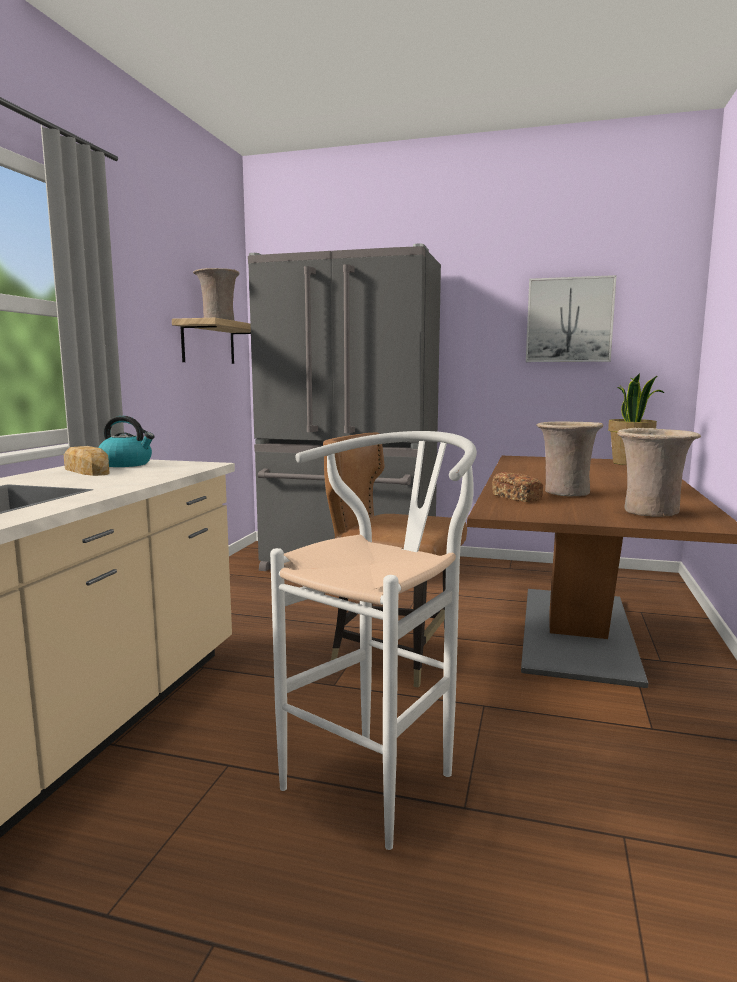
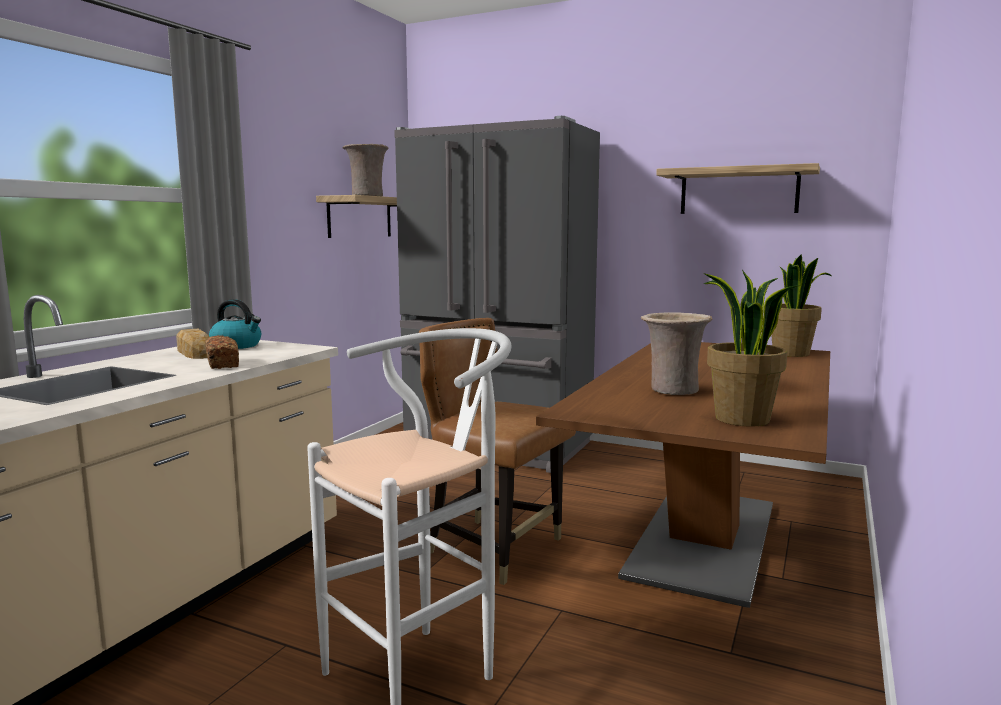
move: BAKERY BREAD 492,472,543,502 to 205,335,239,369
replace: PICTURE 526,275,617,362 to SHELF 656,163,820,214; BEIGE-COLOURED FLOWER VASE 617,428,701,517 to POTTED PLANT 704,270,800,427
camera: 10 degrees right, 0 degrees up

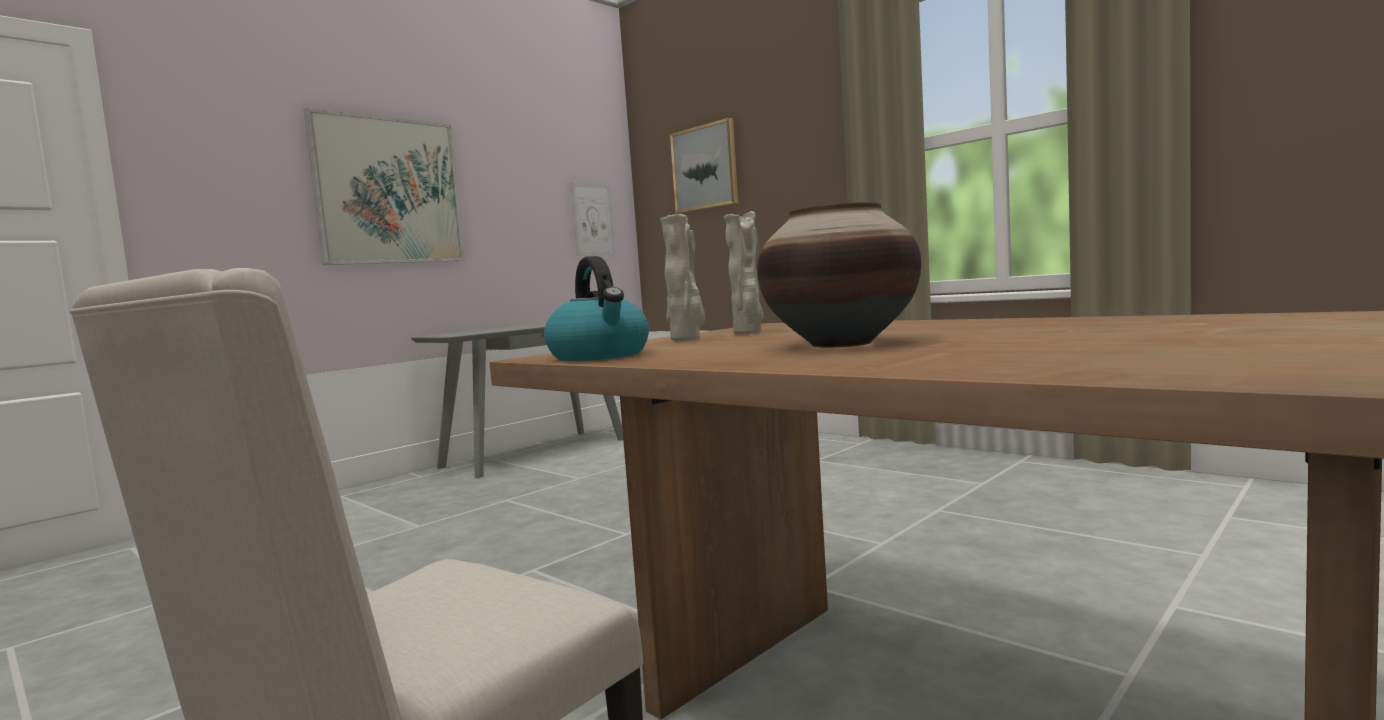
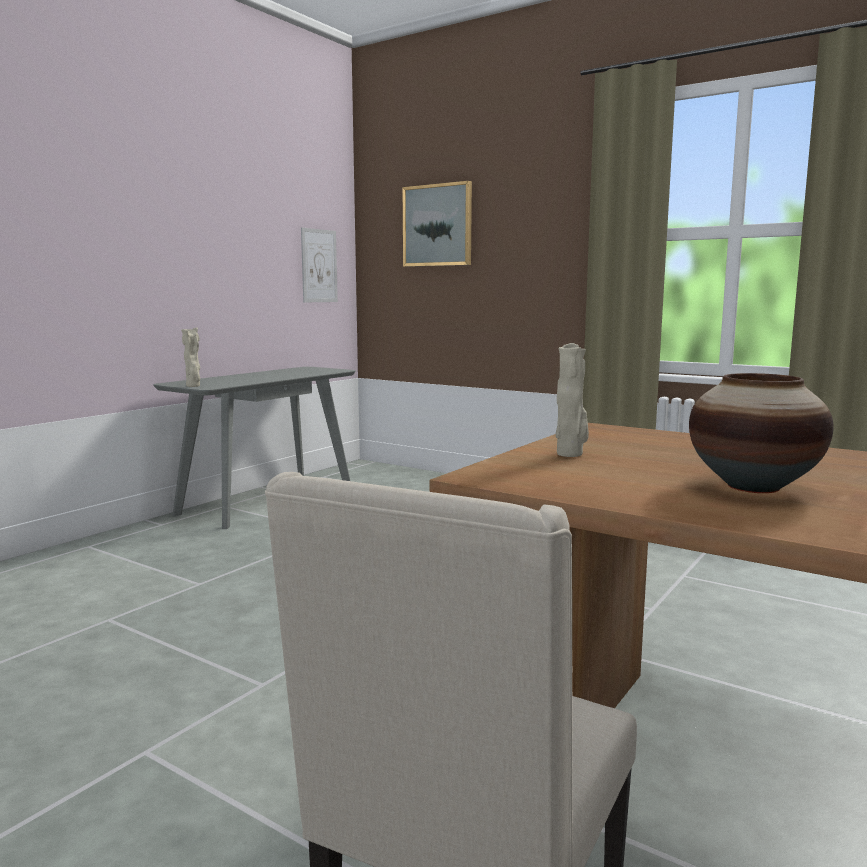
delete: PICTURE 304,108,465,265; KETTLE 544,256,649,361
move: BEIGE-COLOURED FLOWER VASE 724,211,764,334 to 181,327,200,387
camera: 10 degrees left, 5 degrees up

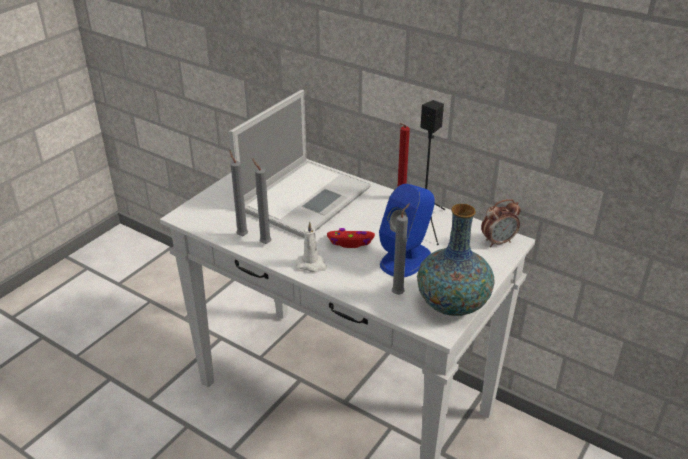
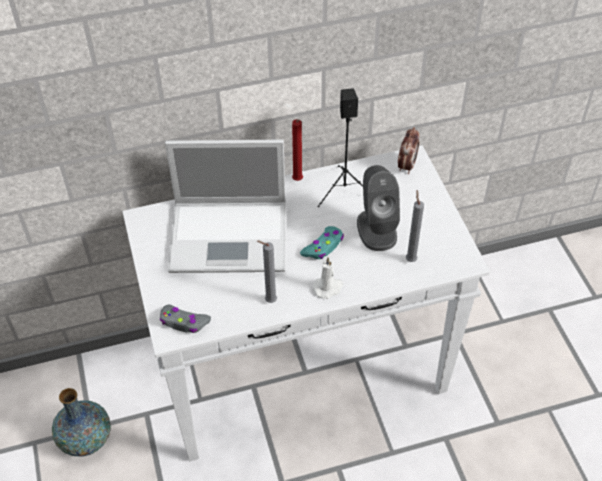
delete: GREY CANDLE 230,151,248,236
insert: GREY JOYPAD 159,305,211,333
move: FLOWER VASE 417,204,494,316 to 52,388,111,457
recolor: RED-COLOURED JOYPAD 327,228,375,248 to TURQUOISE JOYPAD 300,226,344,259; BLUE SPEAKER 379,184,435,277 to GREY SPEAKER 357,165,400,251
rotate: LAPTOP 229,90,371,238 = 165,140,286,273 105 degrees clockwise
camera: 50 degrees left, 15 degrees up

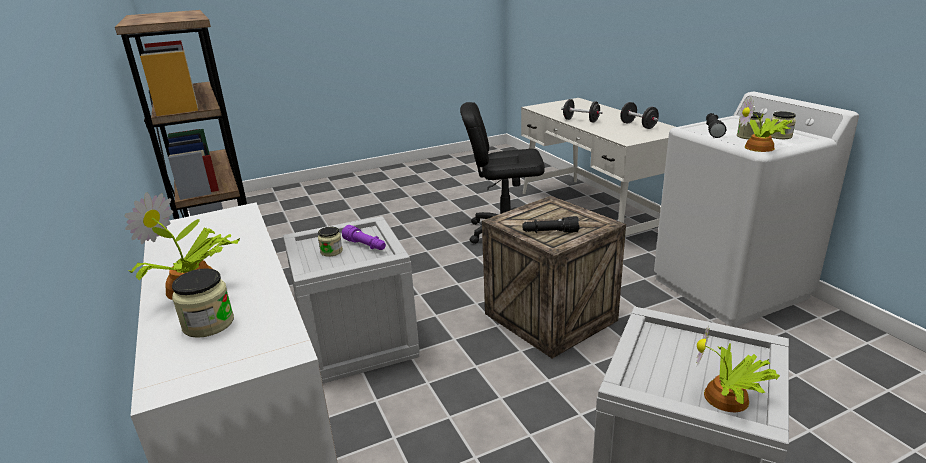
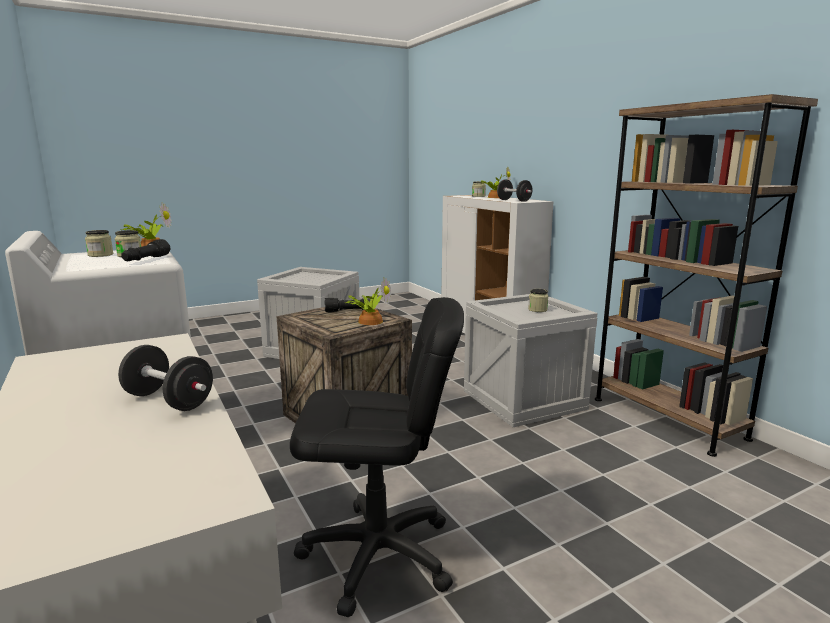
delete: PURPLE-COLOURED TORCH 342,225,386,250
move: BLACK HAND WEIGHT 620,102,659,129 to 497,180,532,202; POTTED PLANT 696,325,780,412 to 346,278,391,325
camera: 175 degrees right, 10 degrees down

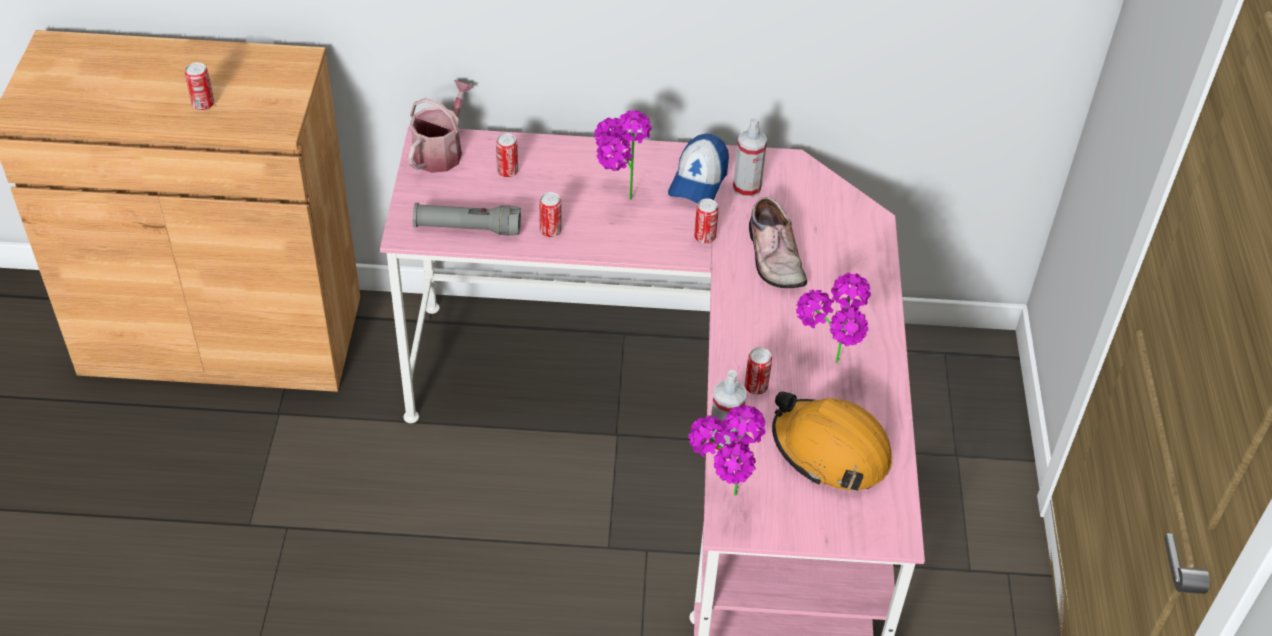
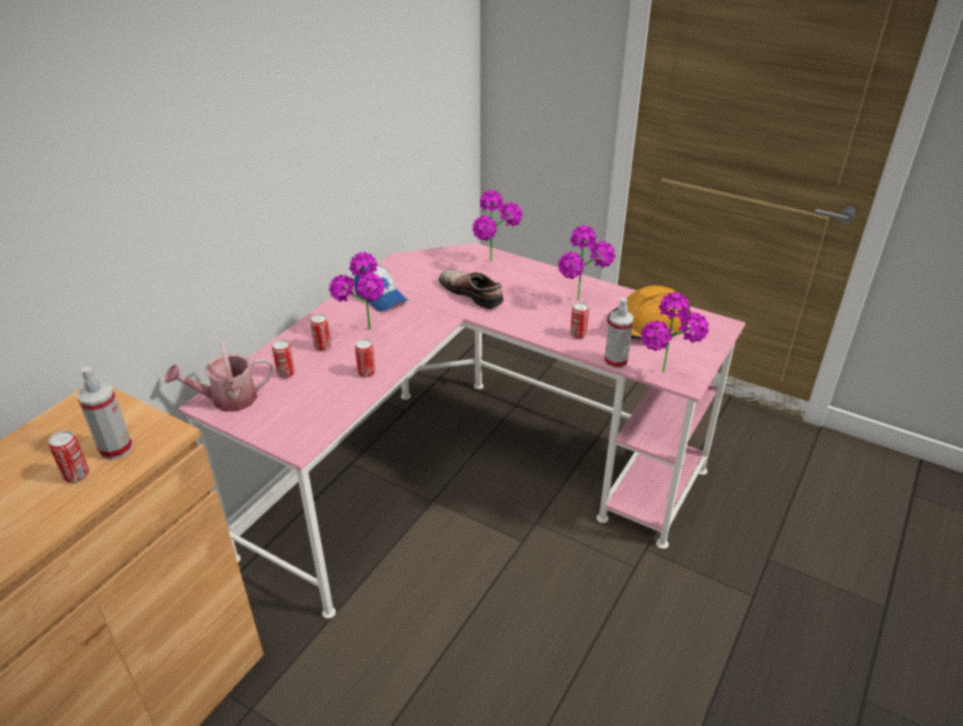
delete: GREY TORCH 413,203,521,236
insert: POTTED PLANT 472,190,523,262
move: SEALED CAN 694,198,719,244 to 310,314,331,351; HAND SPRAYER 733,117,767,198 to 77,366,133,460
rotate: SPRINKLING CAN 408,80,474,173 = 165,342,274,412 75 degrees counterclockwise; LOW SHOE 749,197,807,288 = 439,270,504,309 150 degrees counterclockwise
camera: 60 degrees left, 10 degrees down

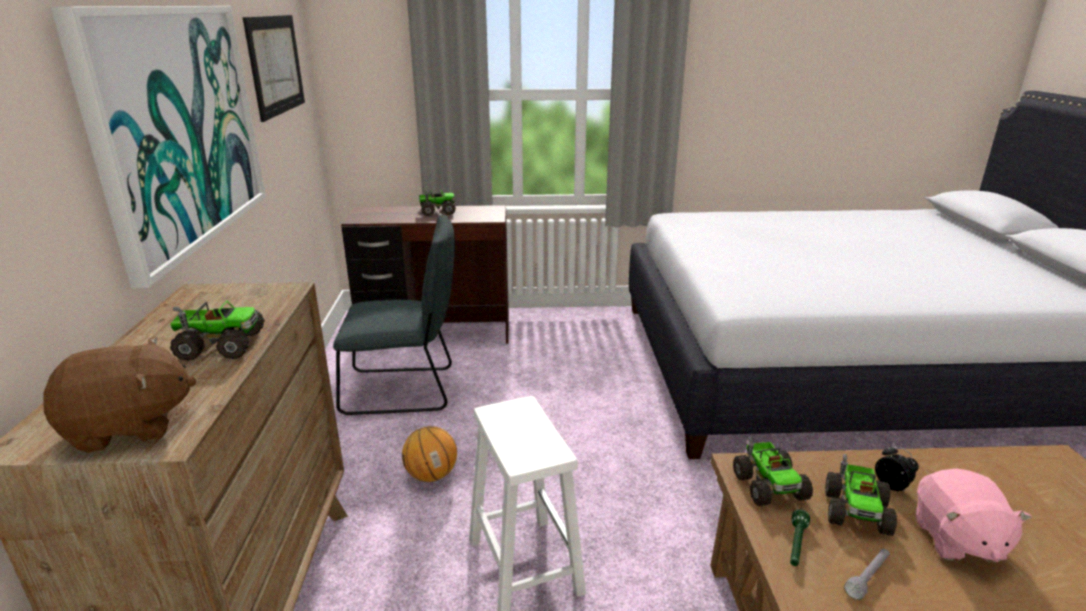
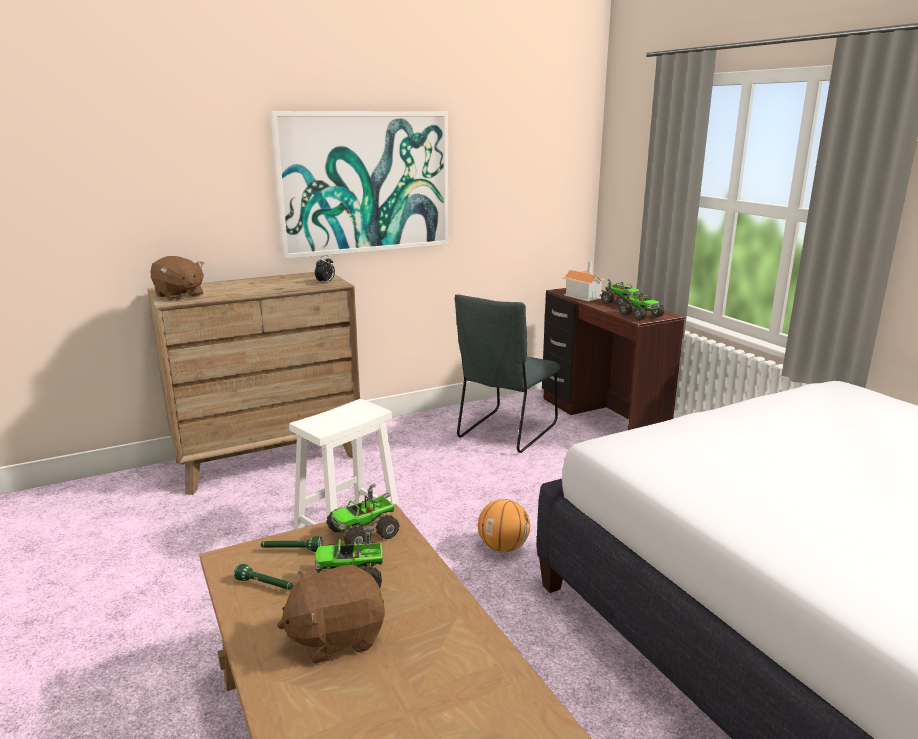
delete: PICTURE 243,15,305,122
insert: TOY HOUSE 563,261,605,301
move: TOY LORRY 170,301,265,361 to 619,289,665,320; BALL FOR BASKETBALL 402,426,457,482 to 478,499,530,552; ALARM CLOCK 875,445,919,492 to 315,255,335,283
recolor: GREY TORCH 844,549,889,600 to GREEN TORCH 234,563,294,590; PINK CUDDLY TOY 916,469,1032,562 to BROWN CUDDLY TOY 277,565,385,664
rotate: GREY UPRIGHT CHAIR 333,215,455,415 = 455,294,560,453 60 degrees clockwise
camera: 65 degrees right, 5 degrees down

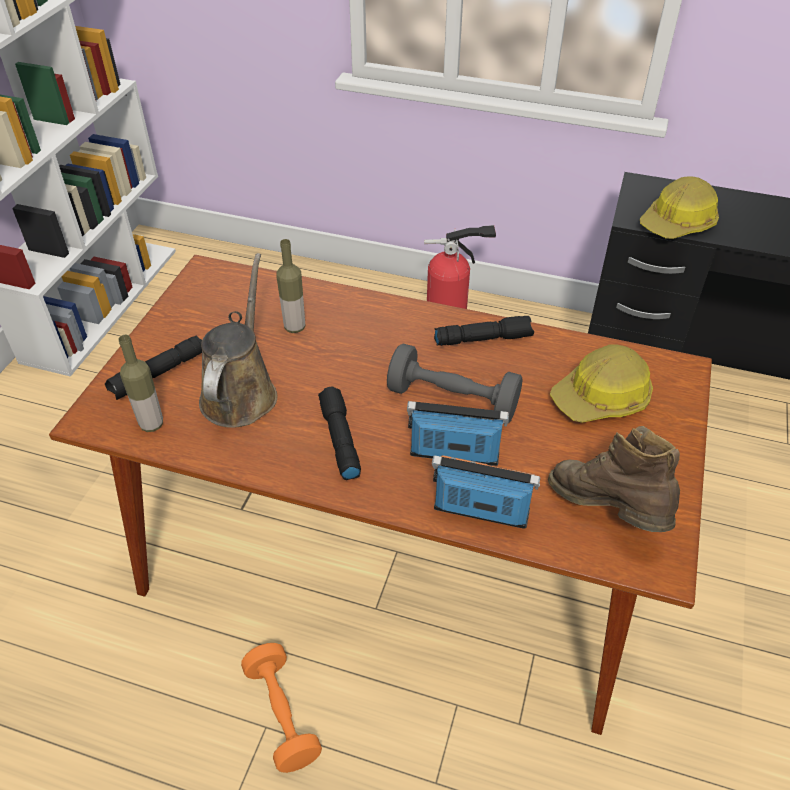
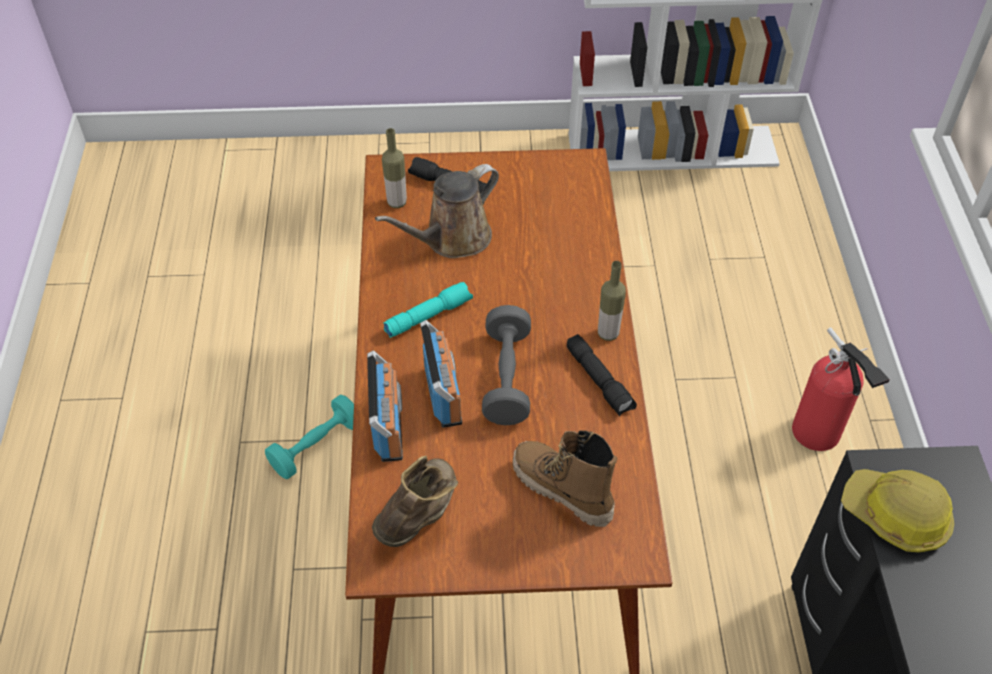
move: BEVERAGE BOTTLE 276,239,305,333 to 598,261,626,341
replace: HARD HAT 550,345,653,423 to HIGH-TOP BOOT 513,430,617,527
recolor: ORANGEY HAND WEIGHT 241,643,322,773 to TURQUOISE HAND WEIGHT 265,395,354,479; BLACK TORCH 318,387,361,480 to TURQUOISE TORCH 383,282,473,338
rotate: BROWN SPRINKLING CAN 199,253,277,428 = 375,164,499,258 150 degrees clockwise
camera: 70 degrees right, 5 degrees up

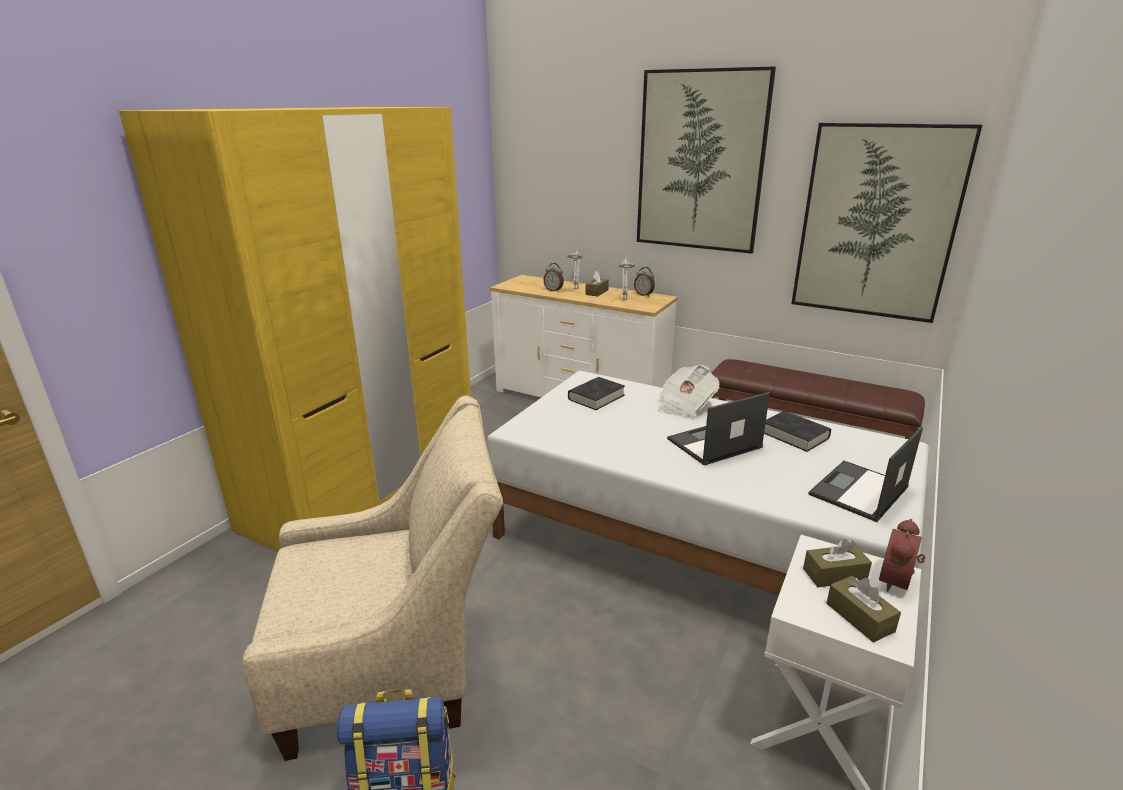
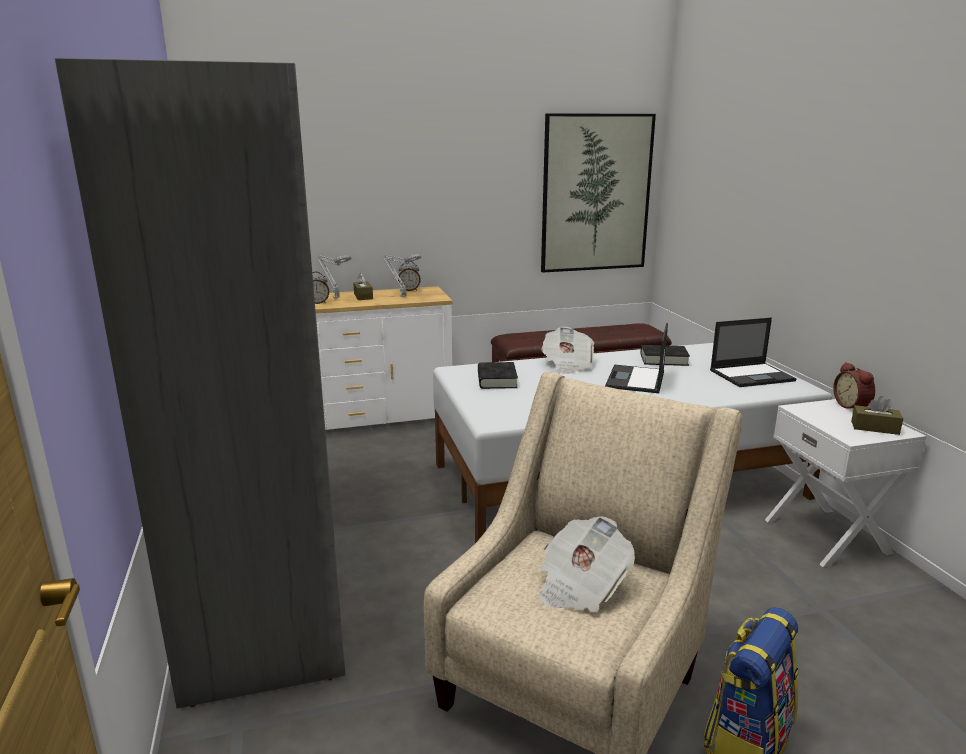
delete: PICTURE 637,66,776,254; BROWN BOX OF TISSUES 803,539,872,587
insert: NEWSPAPER 538,516,635,612
recolor: YELLOW-COLOURED WARDROBE 119,107,471,552 to GREY WARDROBE 55,58,345,708
rotate: LAPTOP 809,427,923,522 = 710,318,796,387 105 degrees counterclockwise
camera: 45 degrees left, 5 degrees down

